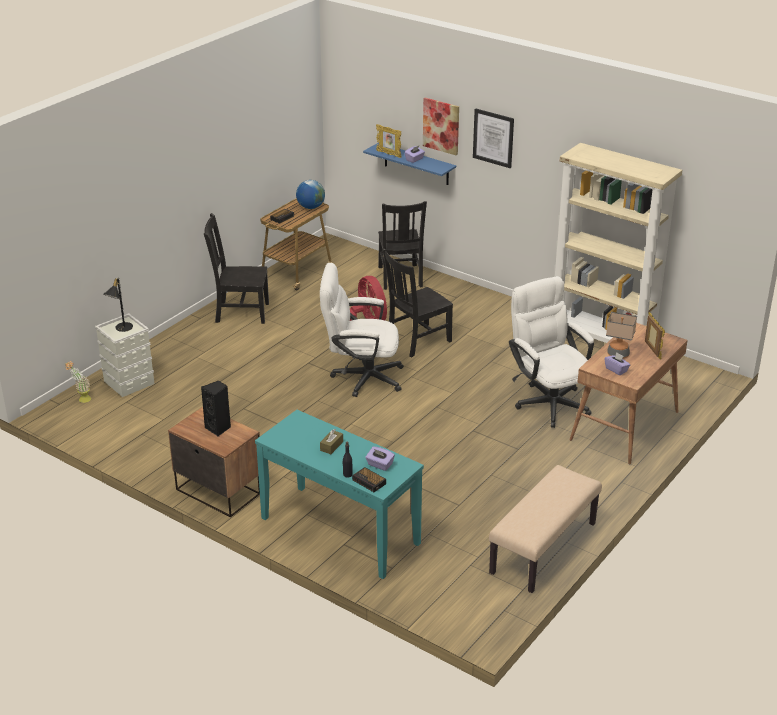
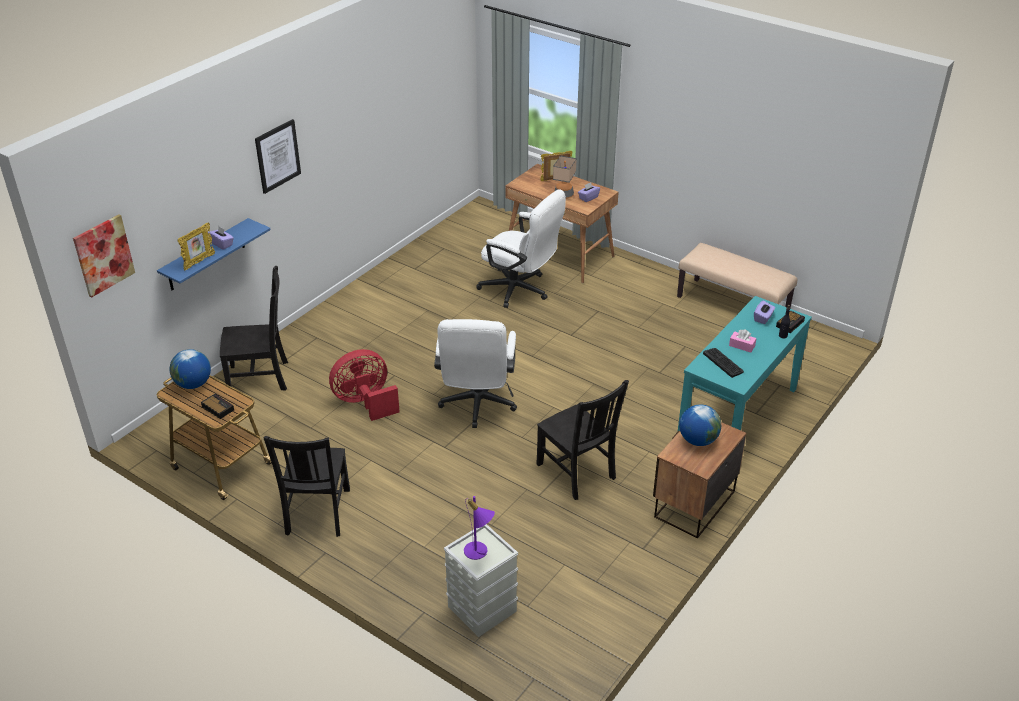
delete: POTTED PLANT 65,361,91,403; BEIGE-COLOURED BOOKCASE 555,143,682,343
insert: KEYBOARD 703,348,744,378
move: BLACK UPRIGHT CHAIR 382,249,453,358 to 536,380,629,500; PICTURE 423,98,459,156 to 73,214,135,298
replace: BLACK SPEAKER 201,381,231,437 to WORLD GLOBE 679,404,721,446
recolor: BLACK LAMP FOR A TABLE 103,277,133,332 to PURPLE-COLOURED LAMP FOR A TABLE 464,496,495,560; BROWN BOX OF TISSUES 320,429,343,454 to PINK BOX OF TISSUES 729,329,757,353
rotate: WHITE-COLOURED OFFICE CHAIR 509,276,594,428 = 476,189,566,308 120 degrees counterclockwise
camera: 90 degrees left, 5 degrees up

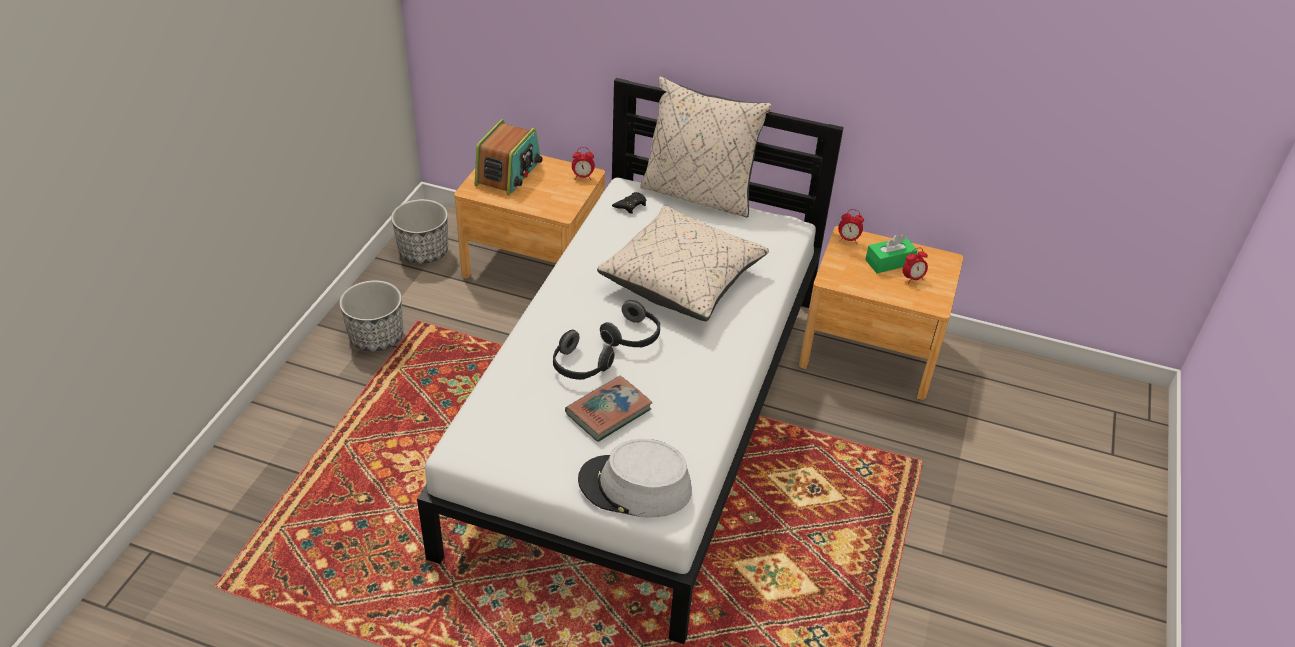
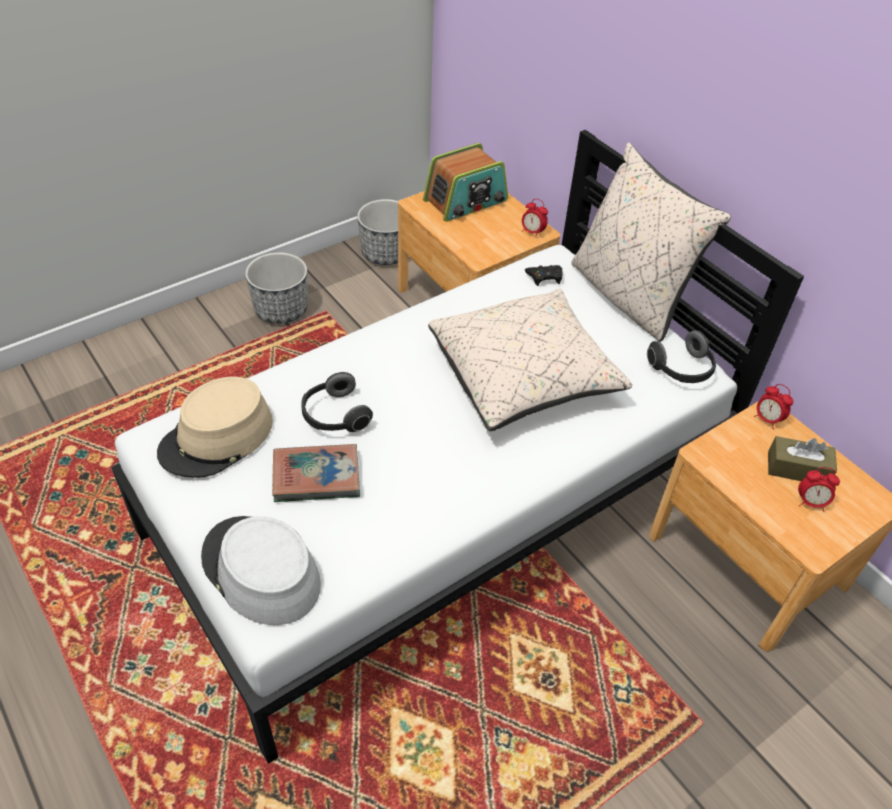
insert: BEIGE-COLOURED HAT 157,377,273,478
move: HEADPHONES 600,300,660,348 to 647,330,716,383
recolor: GREEN BOX OF TISSUES 865,234,918,273 to BROWN BOX OF TISSUES 768,436,837,481
camera: 35 degrees right, 5 degrees up

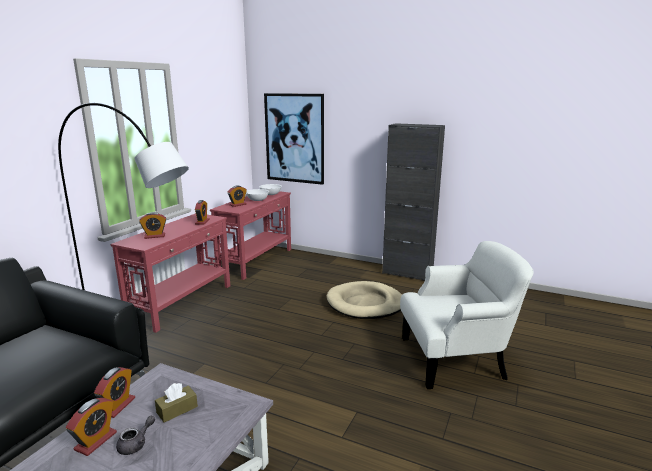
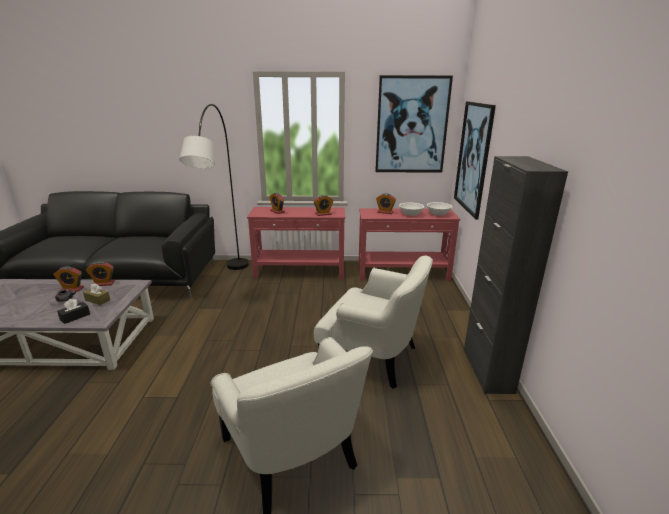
insert: BLACK BOX OF TISSUES 57,299,90,324; PICTURE 375,75,453,173
replace: BEIGE-COLOURED DOG CUSHION 327,281,402,319 to WHITE-COLOURED EASY CHAIR 314,255,433,389
camera: 65 degrees right, 5 degrees up

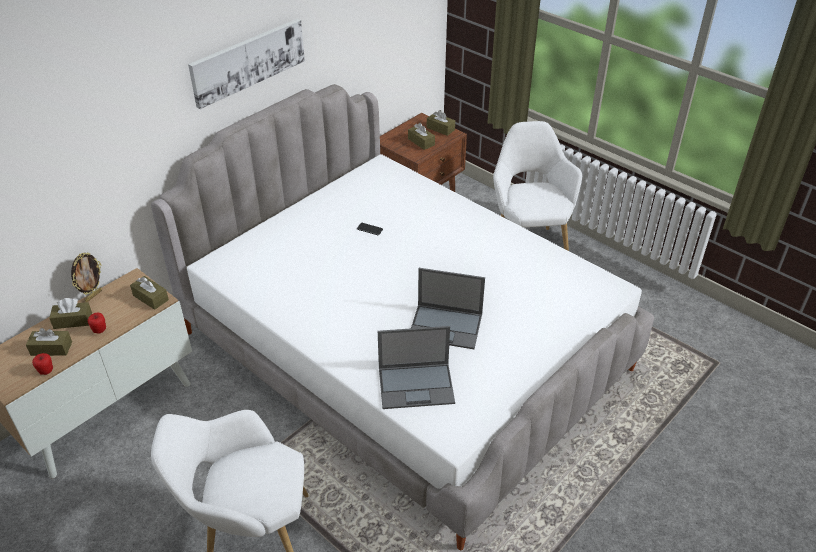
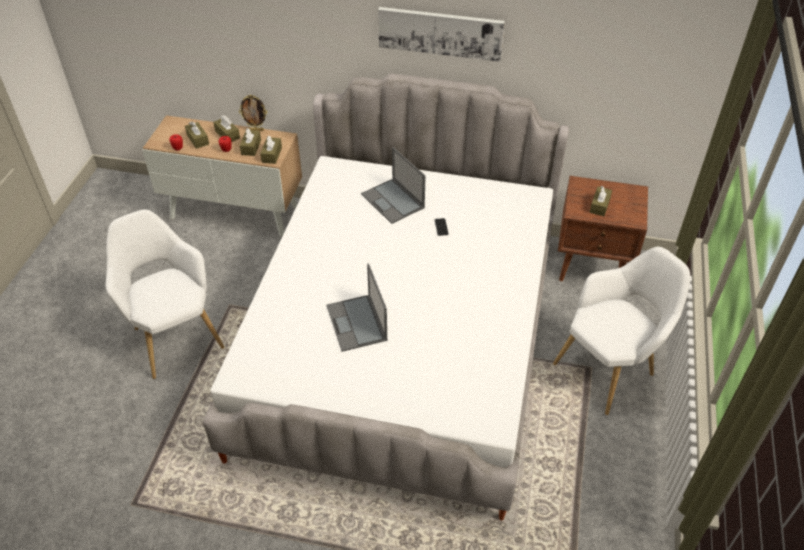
move: LAPTOP 378,326,455,409 to 361,147,426,224; BROWN BOX OF TISSUES 427,110,455,136 to 240,128,261,156
camera: 60 degrees right, 5 degrees up

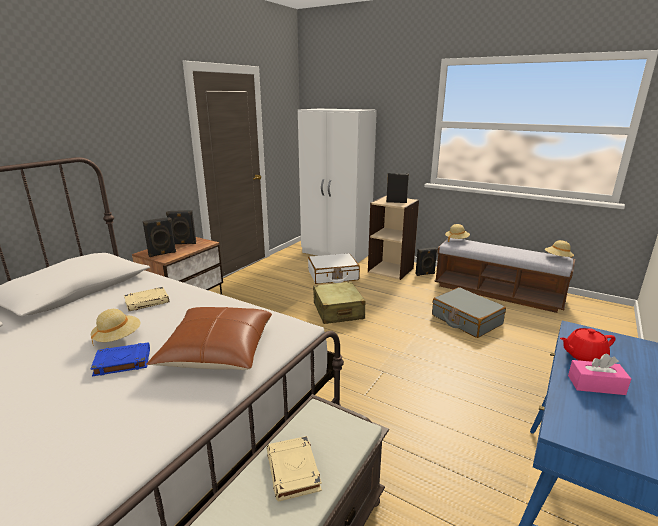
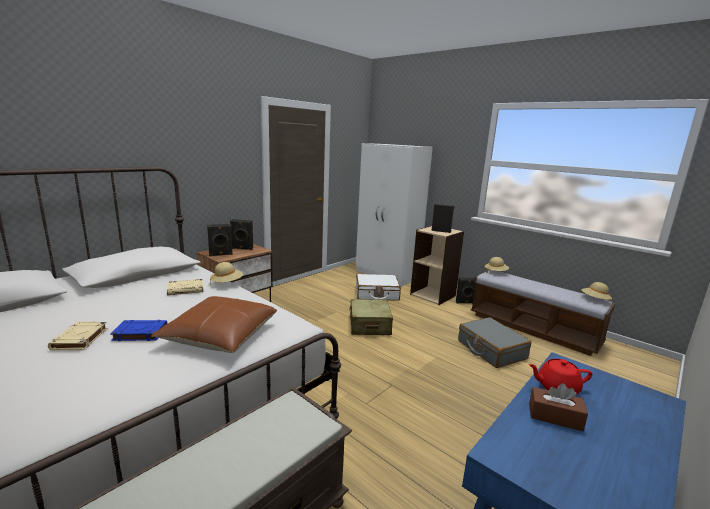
move: BEIGE-COLOURED HAT 91,309,140,346 to 210,262,243,285; BEIGE-COLOURED BOUND BOOK 267,436,322,501 to 48,322,107,350
recolor: PINK BOX OF TISSUES 568,353,631,395 to BROWN BOX OF TISSUES 529,383,588,431
camera: 10 degrees right, 5 degrees down

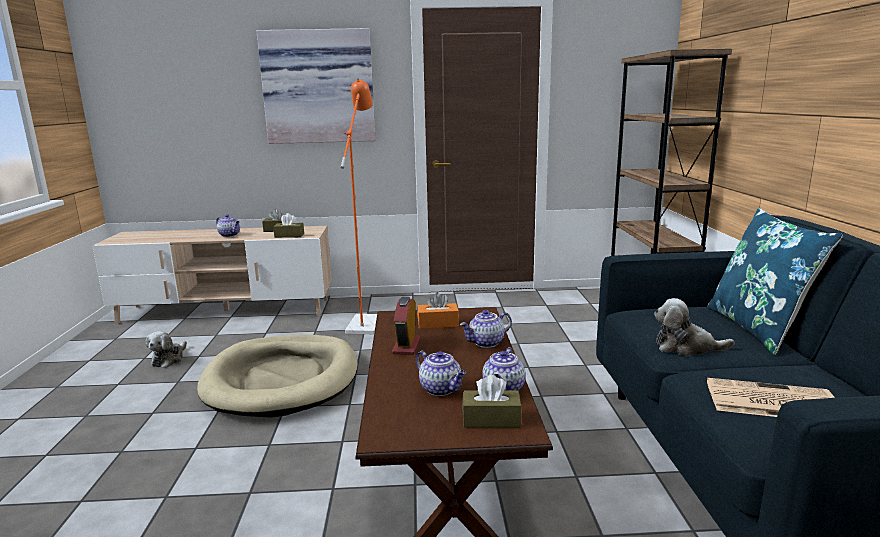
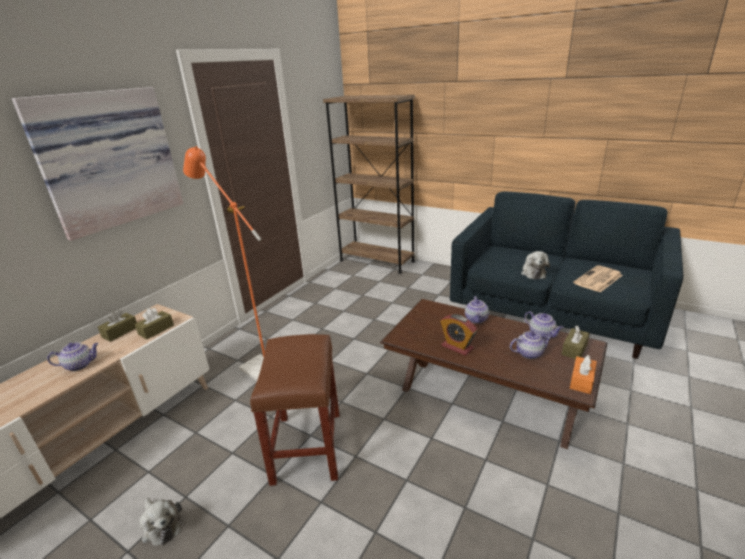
delete: BLUE CUSHION 707,208,843,355
move: ORANGEY BOX OF TISSUES 417,292,459,329 to 570,355,597,394
replace: BEIGE-COLOURED DOG CUSHION 197,335,358,418 to BROWN STOOL SEAT 250,334,340,486
rotate: CUDDLY TOY 654,298,735,356 = 521,251,550,279 45 degrees counterclockwise
camera: 55 degrees left, 10 degrees up

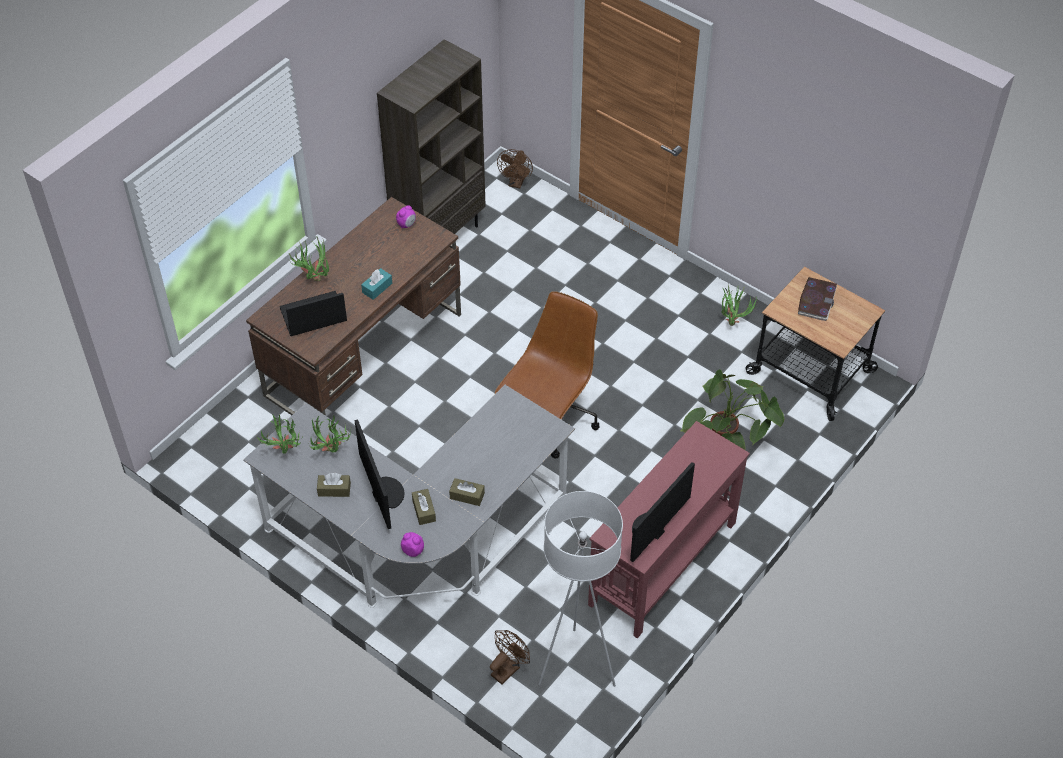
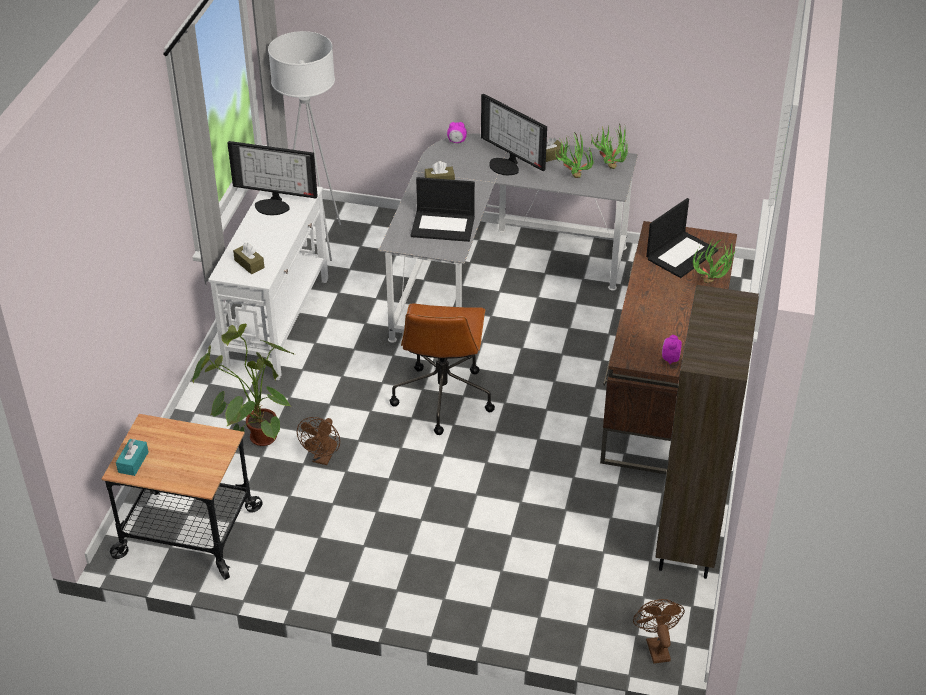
delete: POTTED PLANT 721,285,758,326; BOUND BOOK 798,277,837,321
insert: LAPTOP 411,177,475,242
move: TURQUOISE BOX OF TISSUES 361,268,392,300 to 116,439,148,476; BROWN BOX OF TISSUES 412,489,436,525 to 233,243,265,274; BROWN COOLING FAN 490,630,530,685 to 297,417,340,465
recolor: RED-COLOURED HALL TABLE 588,421,750,638 to WHITE-COLOURED HALL TABLE 208,187,328,380
rotate: COMPUTER SCREEN 630,462,695,562 = 227,141,318,215 90 degrees clockwise
camera: 155 degrees right, 10 degrees down

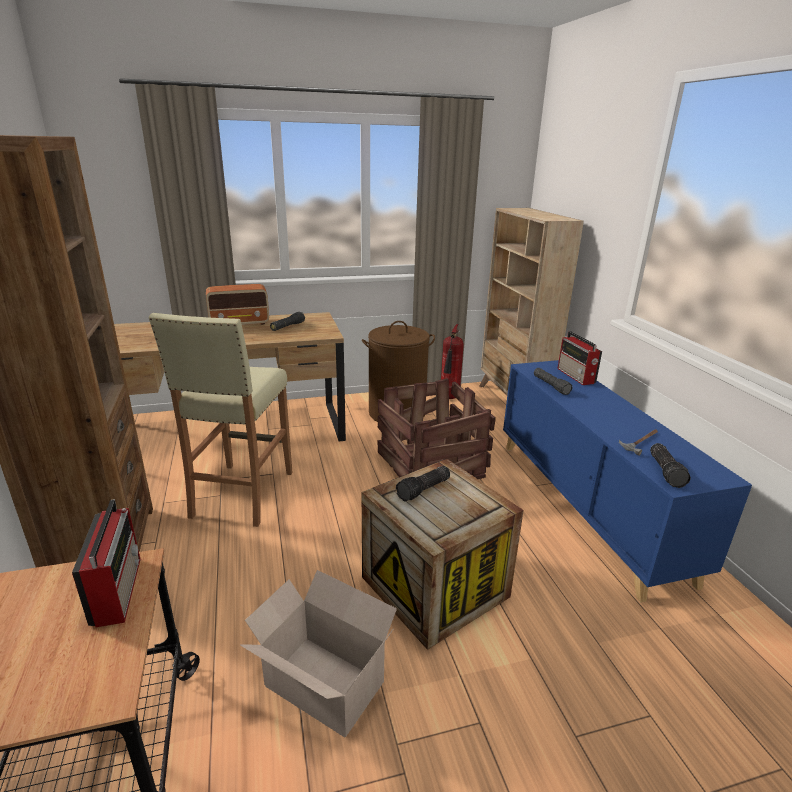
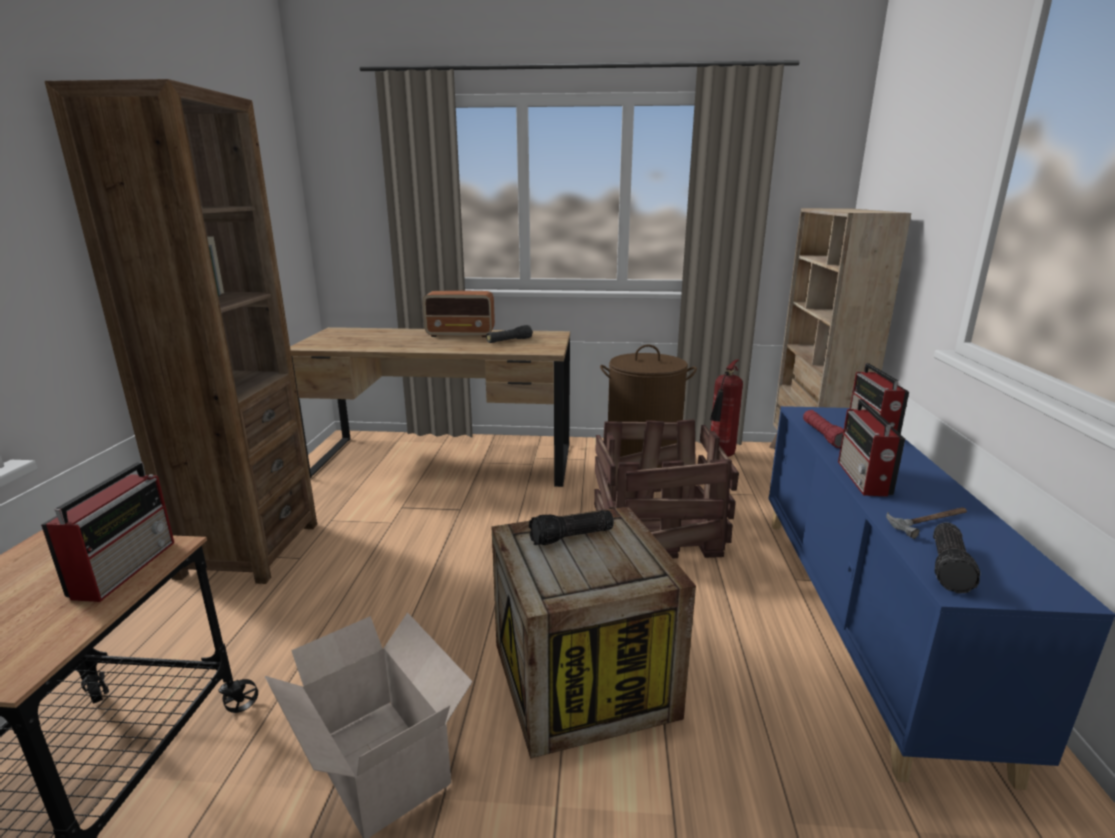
delete: BEIGE-COLOURED STOOL SEAT 149,313,293,527
insert: RADIO SET 838,399,905,497
recolor: BLACK TORCH 534,368,573,395 to RED-COLOURED TORCH 803,410,844,448
camera: 20 degrees right, 5 degrees down

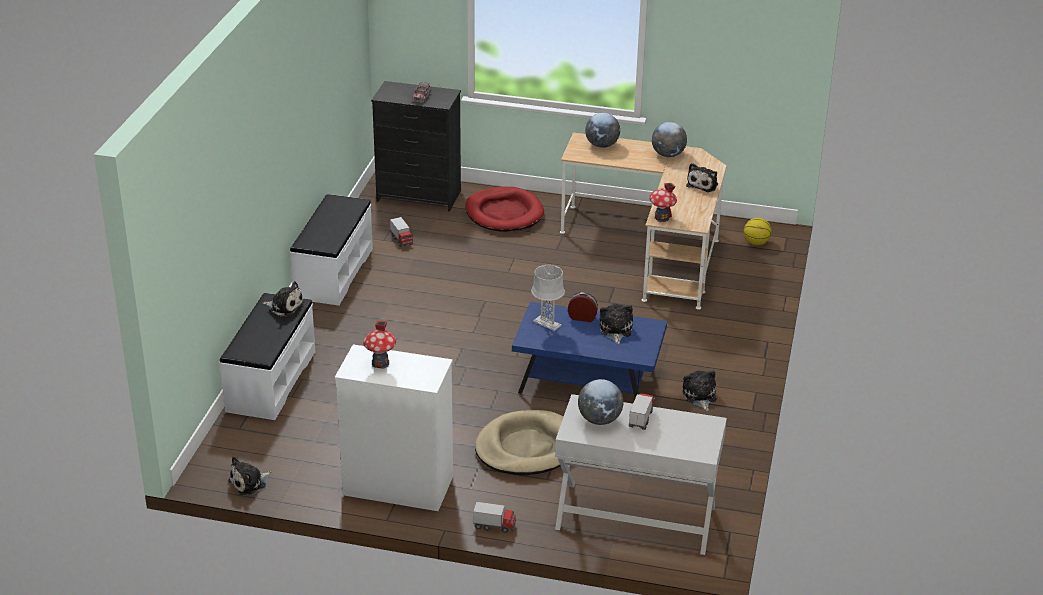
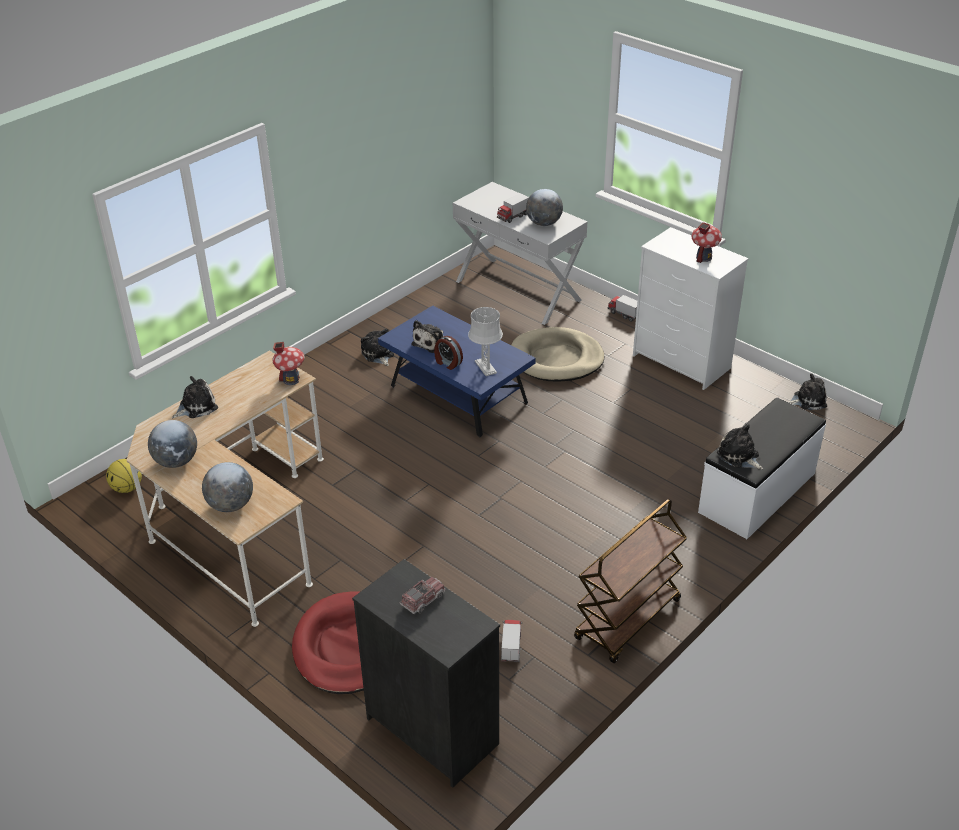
replace: WHITE-COLOURED INDOOR BENCH 290,194,373,306 to BROWN WHEELED CART 574,499,687,663
rotate: CUDDLY TOY 682,370,716,411 = 361,329,394,366 135 degrees clockwise
camera: 150 degrees left, 5 degrees up

